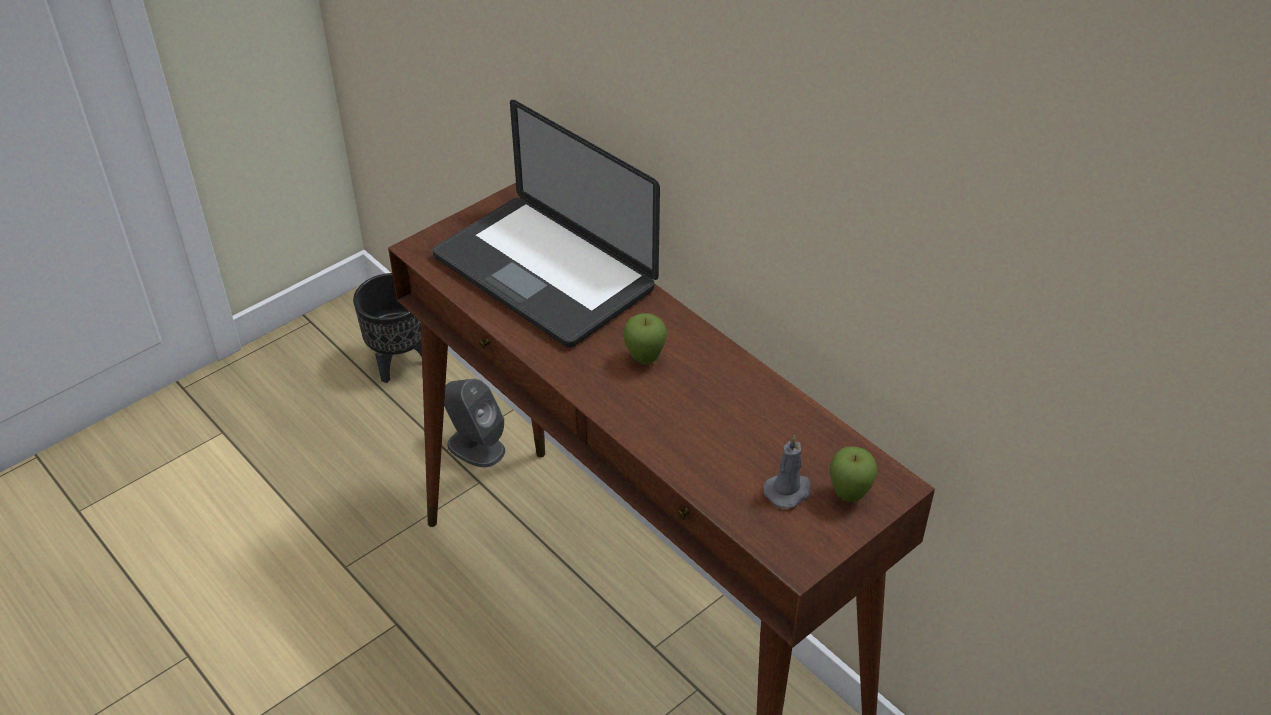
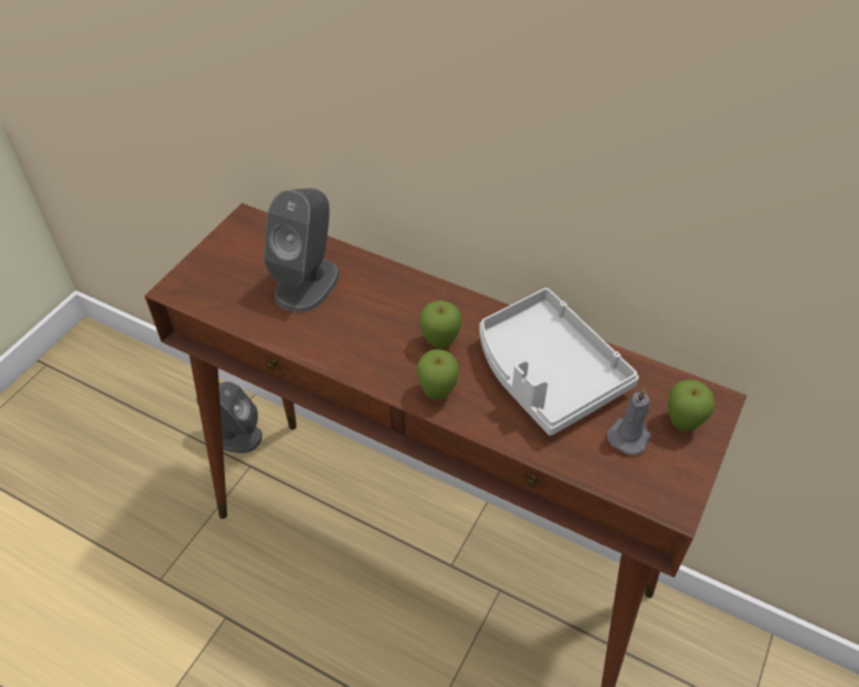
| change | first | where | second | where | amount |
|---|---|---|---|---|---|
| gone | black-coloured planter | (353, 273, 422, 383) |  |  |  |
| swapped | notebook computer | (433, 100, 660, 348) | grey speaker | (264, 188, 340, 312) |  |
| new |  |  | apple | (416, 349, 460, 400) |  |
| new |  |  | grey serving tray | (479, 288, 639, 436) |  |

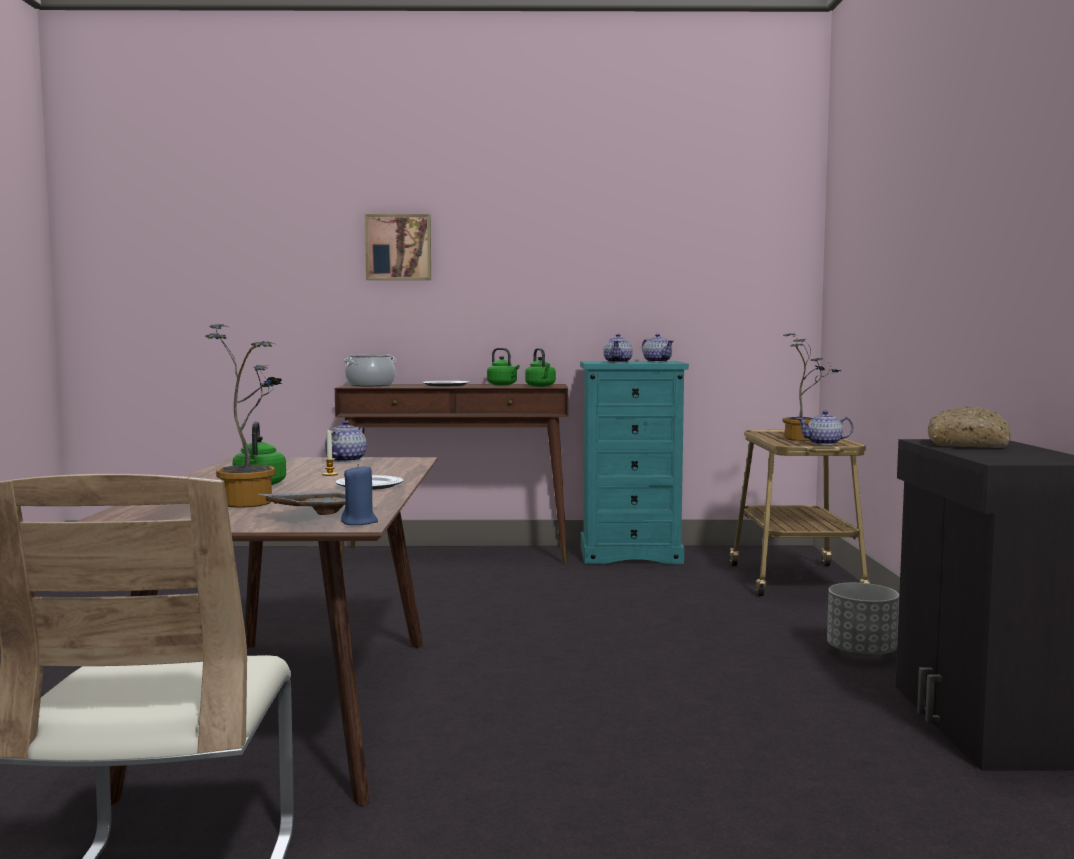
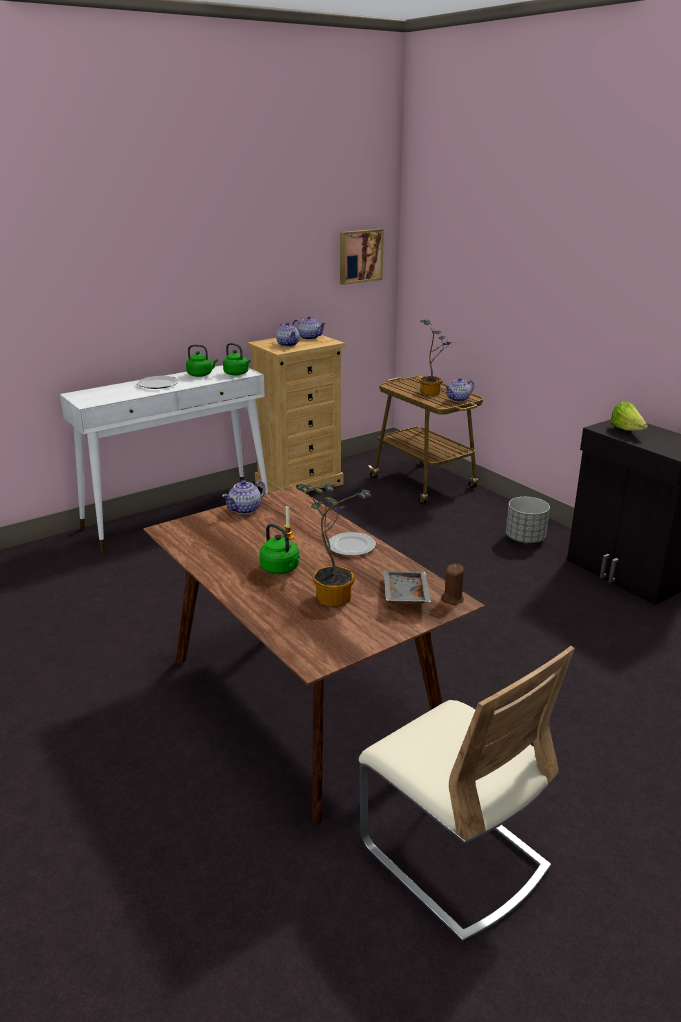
| change | first | where | second | where | amount |
|---|---|---|---|---|---|
| rotated | pot for tea | (325, 420, 367, 462) |  | (222, 480, 266, 515) | 120 degrees counterclockwise |
| repainted | brownish hall table | (335, 384, 568, 564) | whitish hall table | (60, 365, 268, 553) |  |
| repainted | blue wax candle | (341, 464, 378, 525) | brownish wax candle | (441, 564, 464, 605) |  |
| gone | stockpot | (344, 354, 396, 386) |  |  |  |
| shifted | wall picture | (365, 214, 431, 280) |  | (340, 229, 384, 285) |  |
| repainted | turquoise-coloured drawer chest | (580, 361, 689, 564) | beige drawer chest | (247, 335, 345, 493) |  |
| swapped | baked bread | (928, 407, 1011, 448) | lettuce | (610, 401, 648, 431) |  |

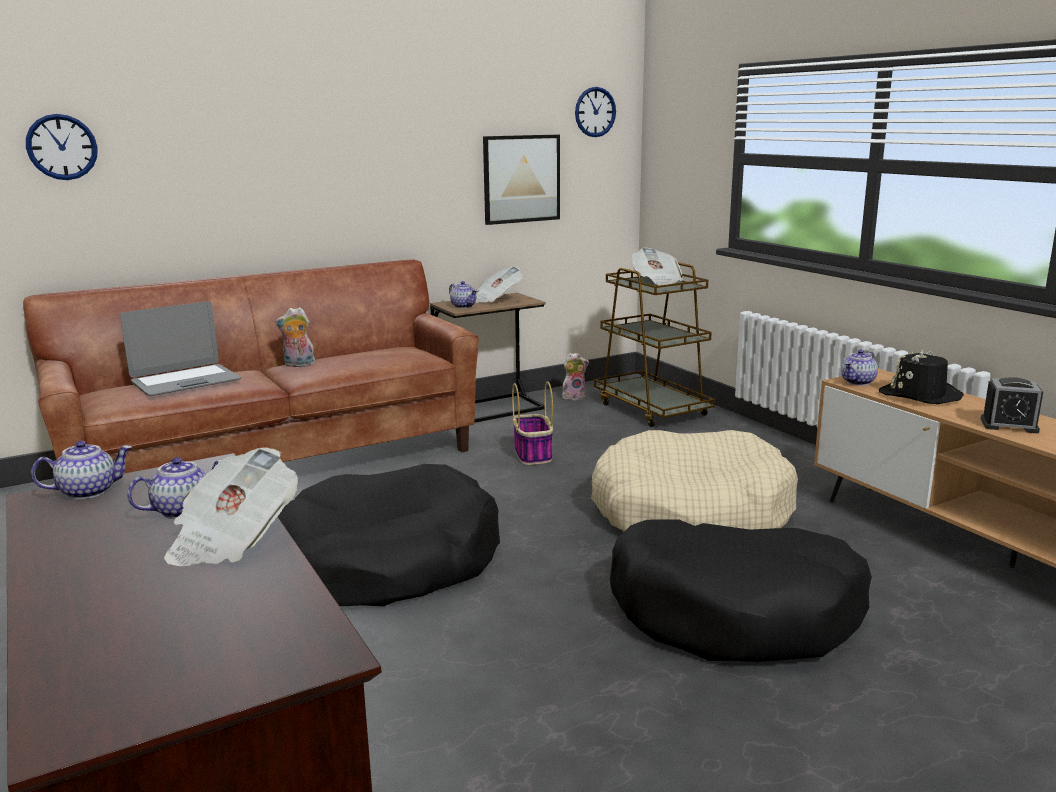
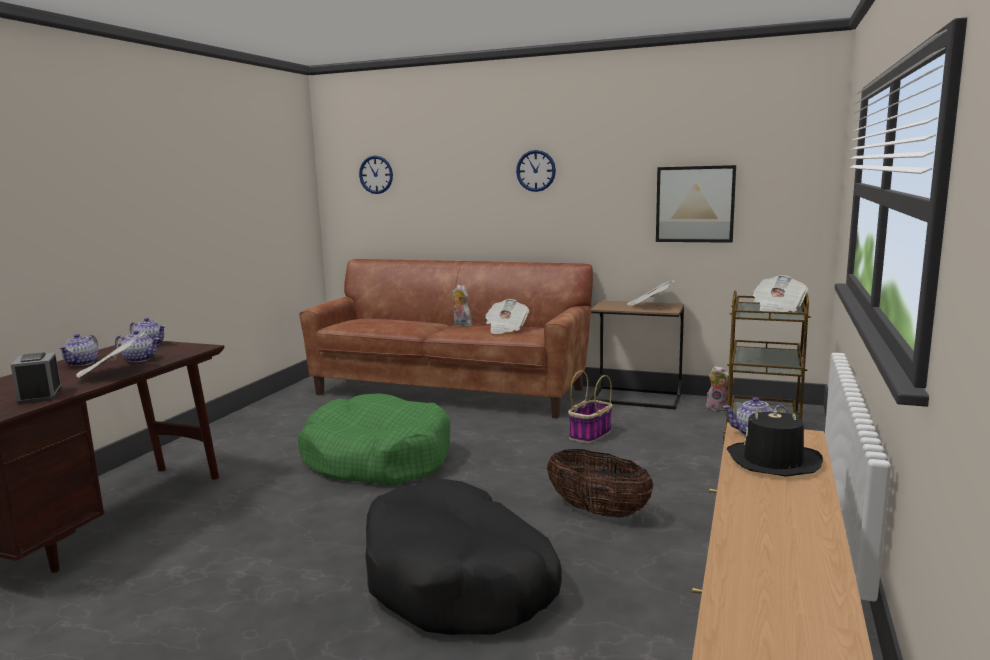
| change | first | where | second | where | amount |
|---|---|---|---|---|---|
| gone | notebook computer | (120, 301, 241, 396) |  |  |  |
| repainted | black-coloured dog bed | (278, 464, 500, 606) | greenish dog bed | (298, 393, 450, 485) |  |
| shifted | pot for tea | (449, 281, 477, 308) |  | (59, 334, 98, 366) |  |
| shifted | wall clock | (575, 87, 616, 137) |  | (516, 150, 556, 192) |  |
| swapped | beige dog bed | (591, 430, 798, 531) | storage basket | (546, 449, 653, 517) |  |
| shifted | bedside clock | (981, 377, 1043, 433) |  | (11, 352, 62, 405) |  |
| new |  |  | printed paper | (485, 299, 529, 334) |  |

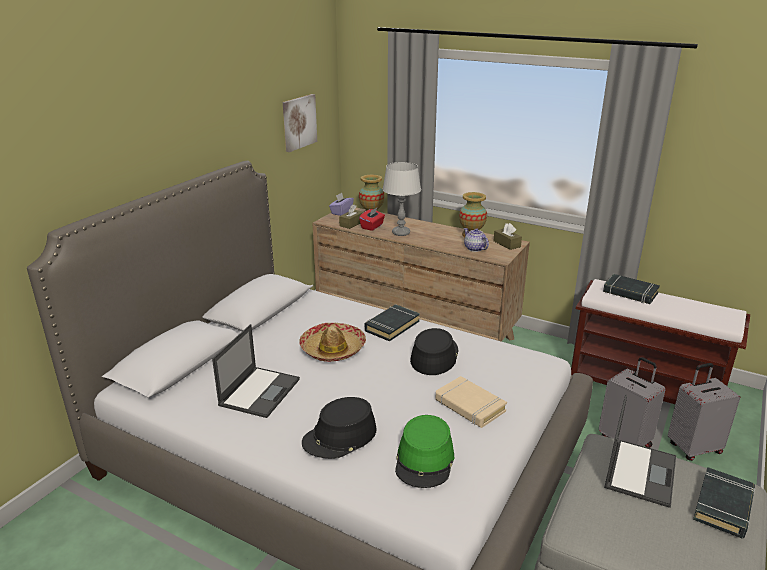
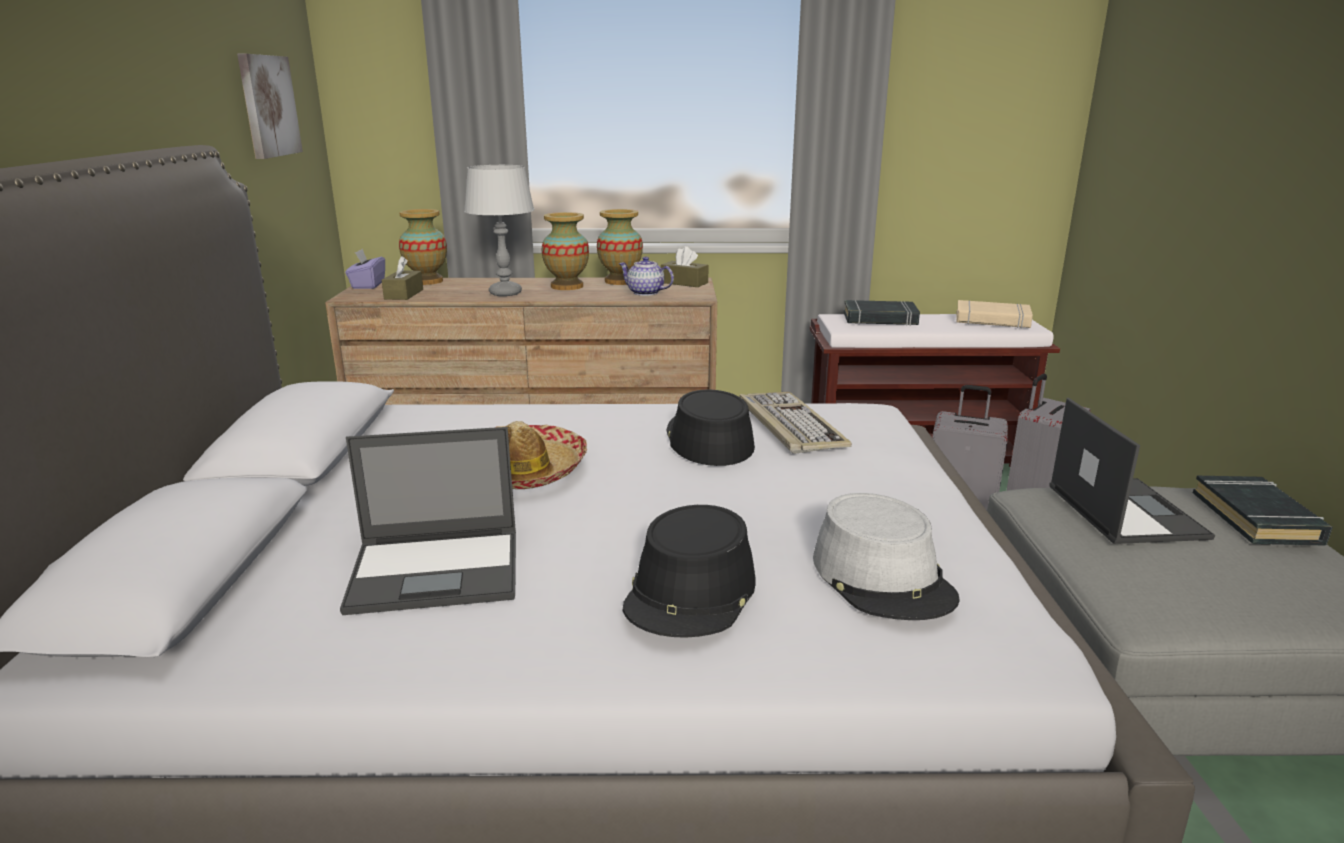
| change | first | where | second | where | amount |
|---|---|---|---|---|---|
| rotated | notebook computer | (212, 324, 300, 418) |  | (340, 427, 516, 615) | 90 degrees clockwise |
| gone | reddish tissue box | (359, 207, 385, 231) |  |  |  |
| gone | black-coloured bound book | (365, 304, 420, 342) |  |  |  |
| repainted | greenish hat | (395, 415, 454, 488) | grey hat | (813, 493, 960, 620) |  |
| shifted | beige bound book | (435, 376, 507, 428) |  | (956, 300, 1033, 328) |  |
| new |  |  | decorative vase | (542, 212, 589, 290) |  |
| new |  |  | PC keyboard | (739, 392, 852, 454) |  |

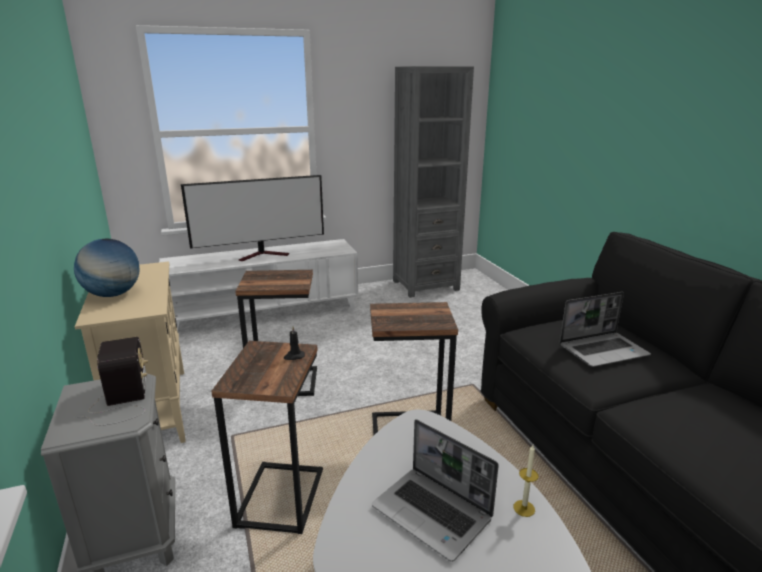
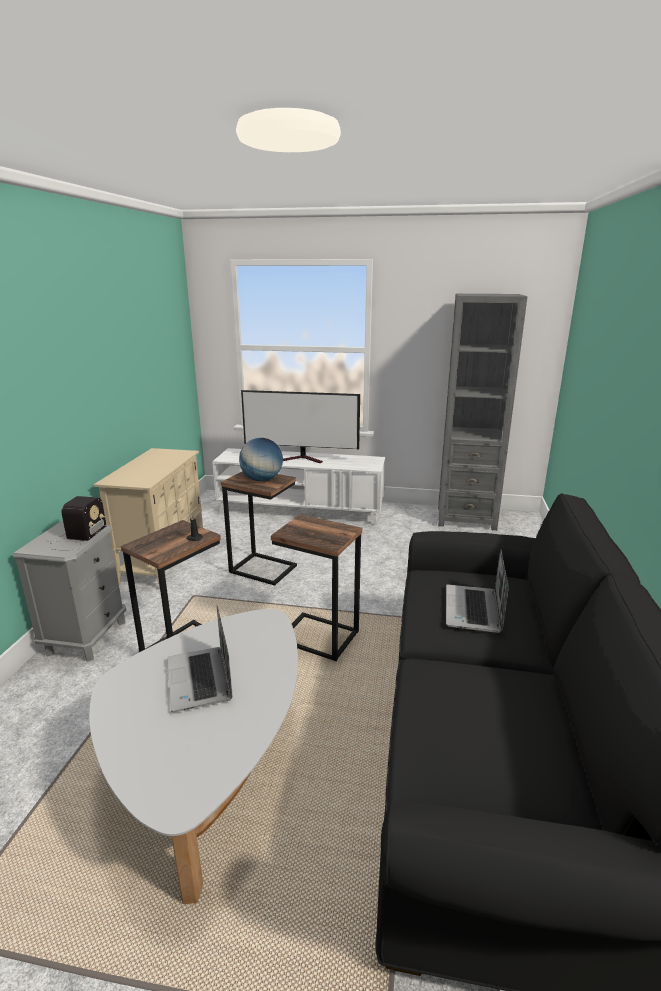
| change | first | where | second | where | amount |
|---|---|---|---|---|---|
| shifted | desk globe | (74, 238, 140, 297) |  | (239, 438, 283, 481) |  |
| gone | wax candle | (513, 445, 538, 517) |  |  |  |
| rotated | notebook computer | (560, 292, 651, 367) |  | (446, 549, 509, 633) | 90 degrees clockwise |

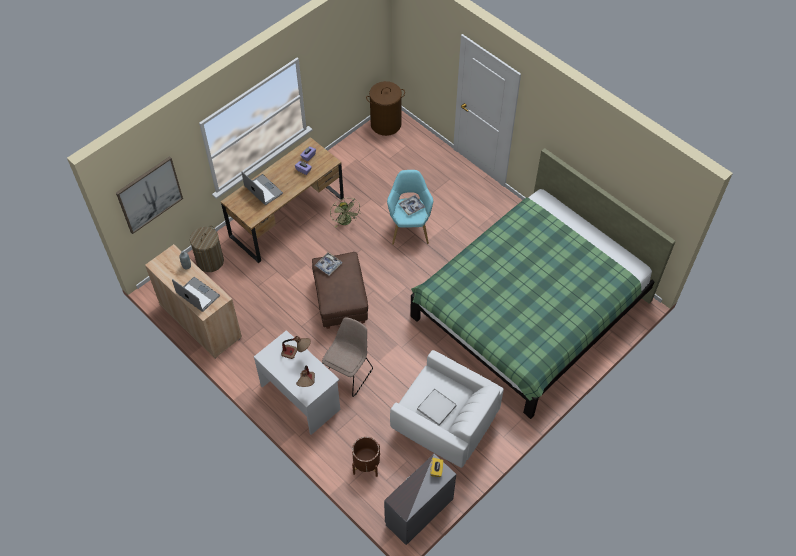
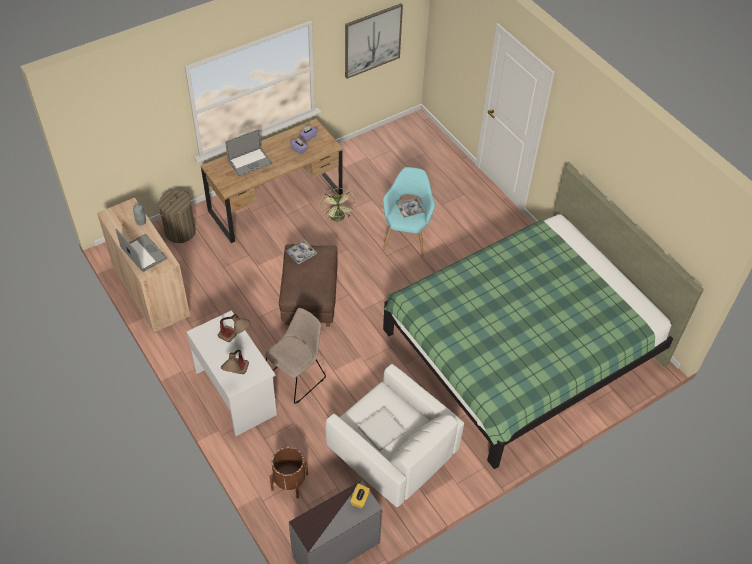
| change | first | where | second | where | amount |
|---|---|---|---|---|---|
| shifted | wall picture | (116, 156, 183, 234) |  | (345, 3, 403, 79) |  |
| rotated | notebook computer | (242, 172, 283, 205) |  | (225, 129, 272, 177) | 90 degrees clockwise |
| gone | brownish hamper | (366, 81, 405, 136) |  |  |  |

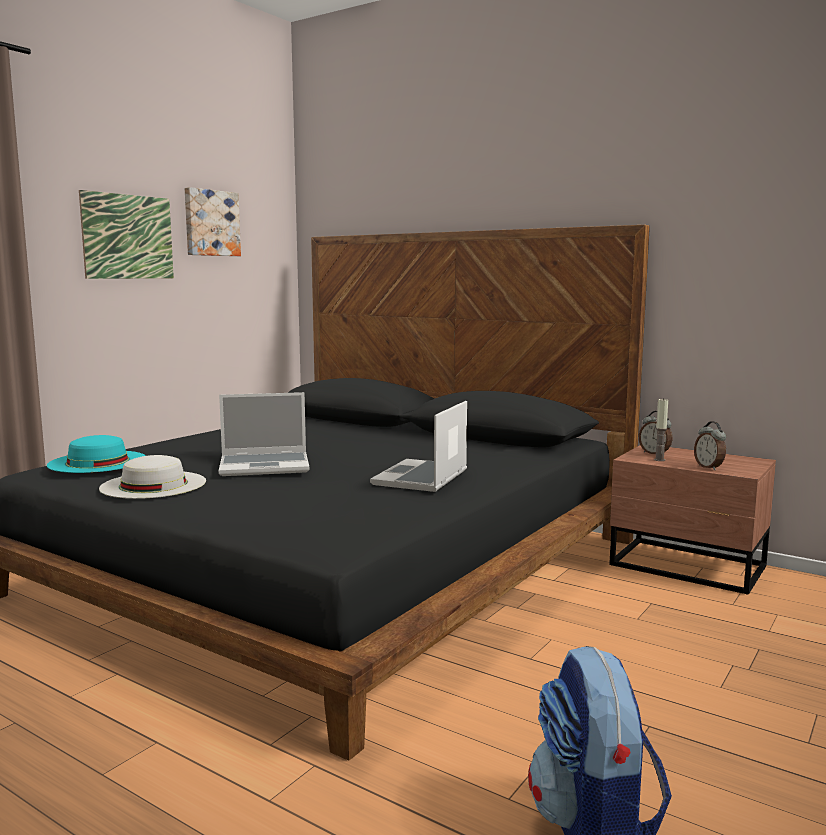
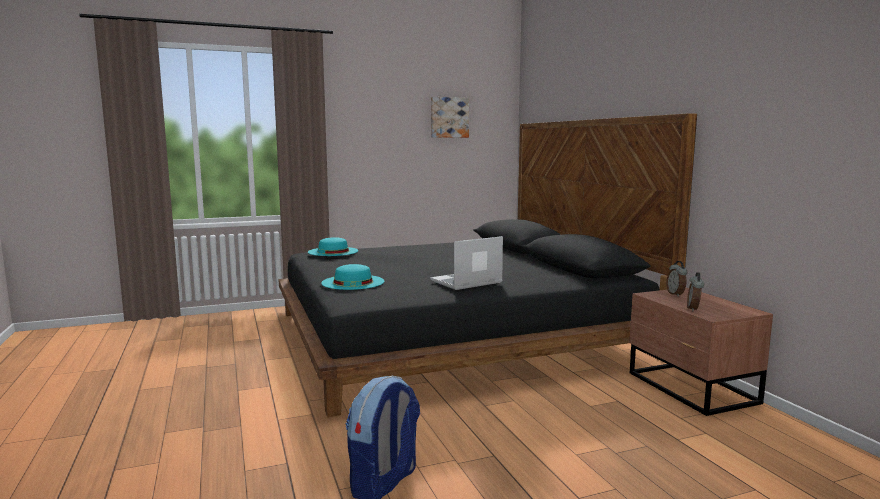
| change | first | where | second | where | amount |
|---|---|---|---|---|---|
| gone | wall picture | (79, 190, 174, 279) |  |  |  |
| gone | whitish hat | (99, 455, 206, 499) |  |  |  |
| gone | notebook computer | (219, 392, 309, 476) |  |  |  |
| gone | wax candle | (654, 398, 668, 461) |  |  |  |
| new |  |  | turquoise-coloured hat | (321, 264, 385, 290) |  |

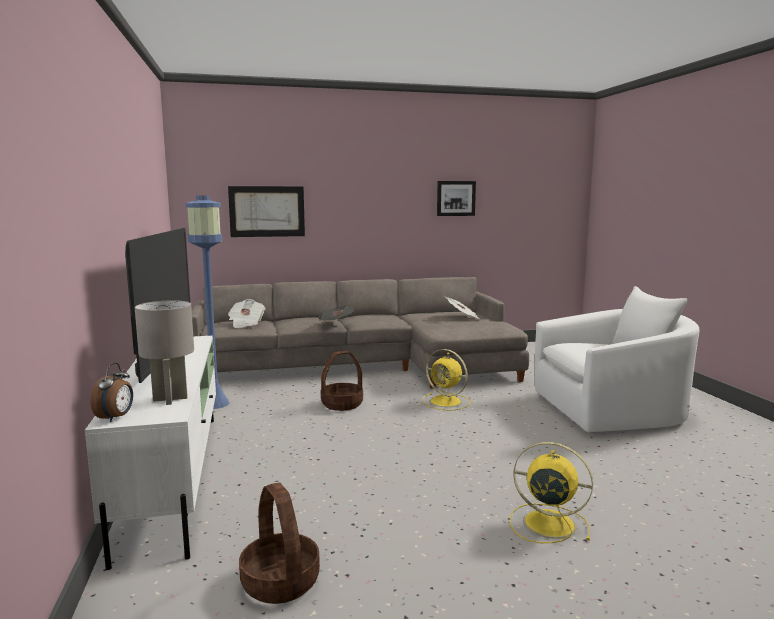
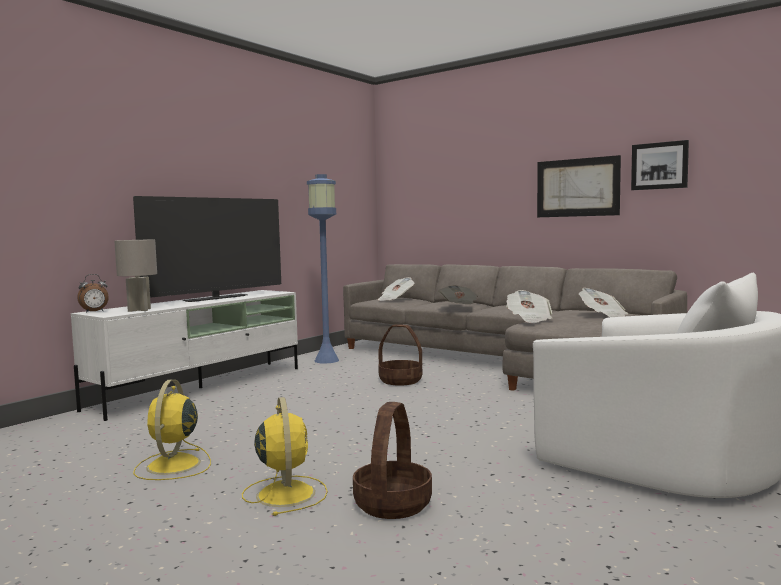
| change | first | where | second | where | amount |
|---|---|---|---|---|---|
| shifted | wall picture | (228, 186, 305, 237) |  | (537, 155, 621, 217) |  |
| shifted | storage basket | (239, 482, 320, 604) |  | (353, 402, 432, 519) |  |
| shifted | yellow fan | (422, 349, 471, 410) |  | (133, 379, 211, 480) |  |
| new |  |  | printed paper | (506, 290, 552, 323) |  |

